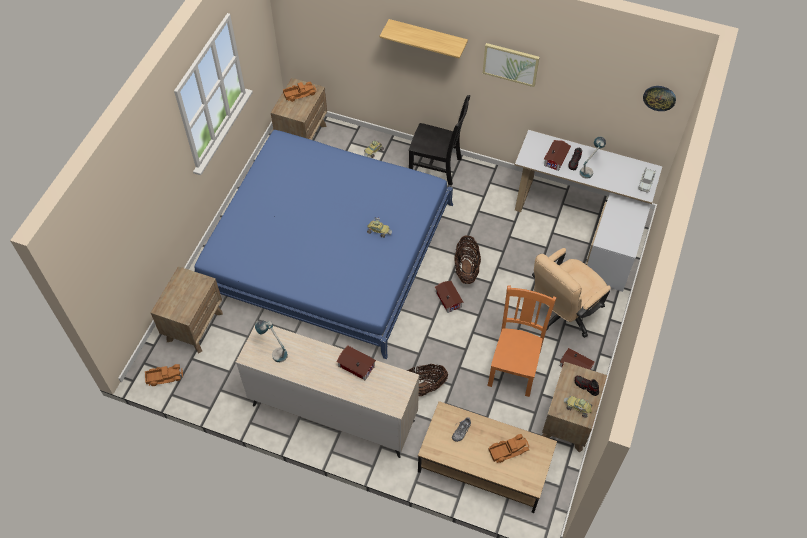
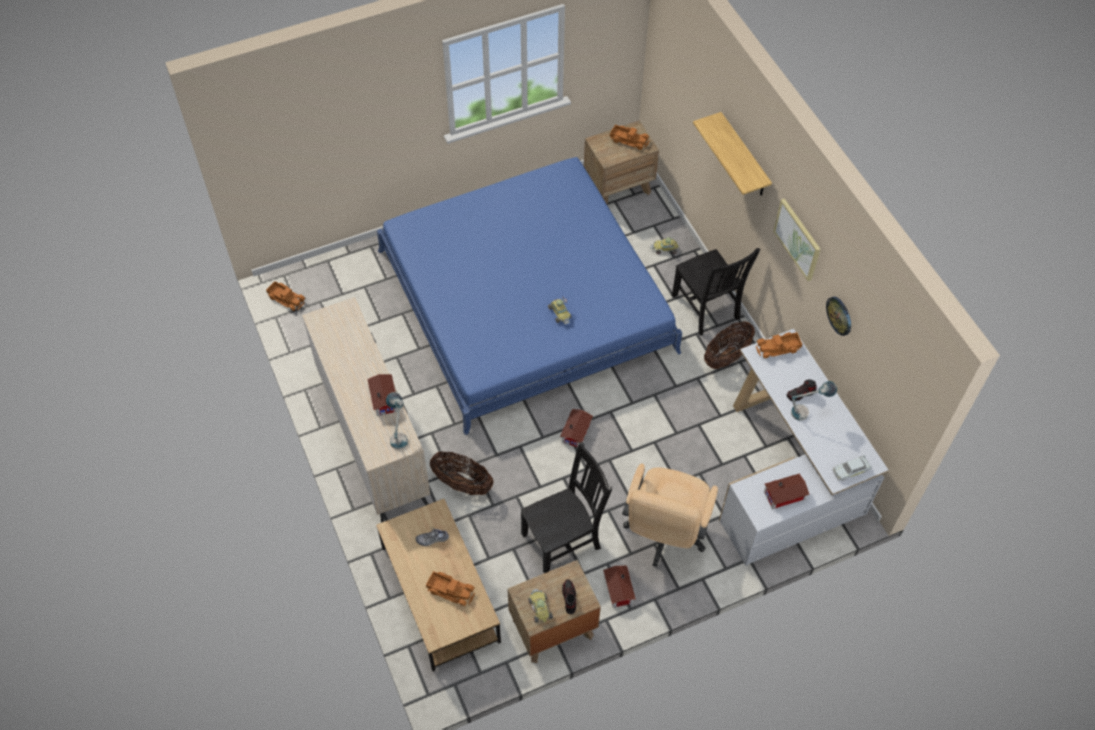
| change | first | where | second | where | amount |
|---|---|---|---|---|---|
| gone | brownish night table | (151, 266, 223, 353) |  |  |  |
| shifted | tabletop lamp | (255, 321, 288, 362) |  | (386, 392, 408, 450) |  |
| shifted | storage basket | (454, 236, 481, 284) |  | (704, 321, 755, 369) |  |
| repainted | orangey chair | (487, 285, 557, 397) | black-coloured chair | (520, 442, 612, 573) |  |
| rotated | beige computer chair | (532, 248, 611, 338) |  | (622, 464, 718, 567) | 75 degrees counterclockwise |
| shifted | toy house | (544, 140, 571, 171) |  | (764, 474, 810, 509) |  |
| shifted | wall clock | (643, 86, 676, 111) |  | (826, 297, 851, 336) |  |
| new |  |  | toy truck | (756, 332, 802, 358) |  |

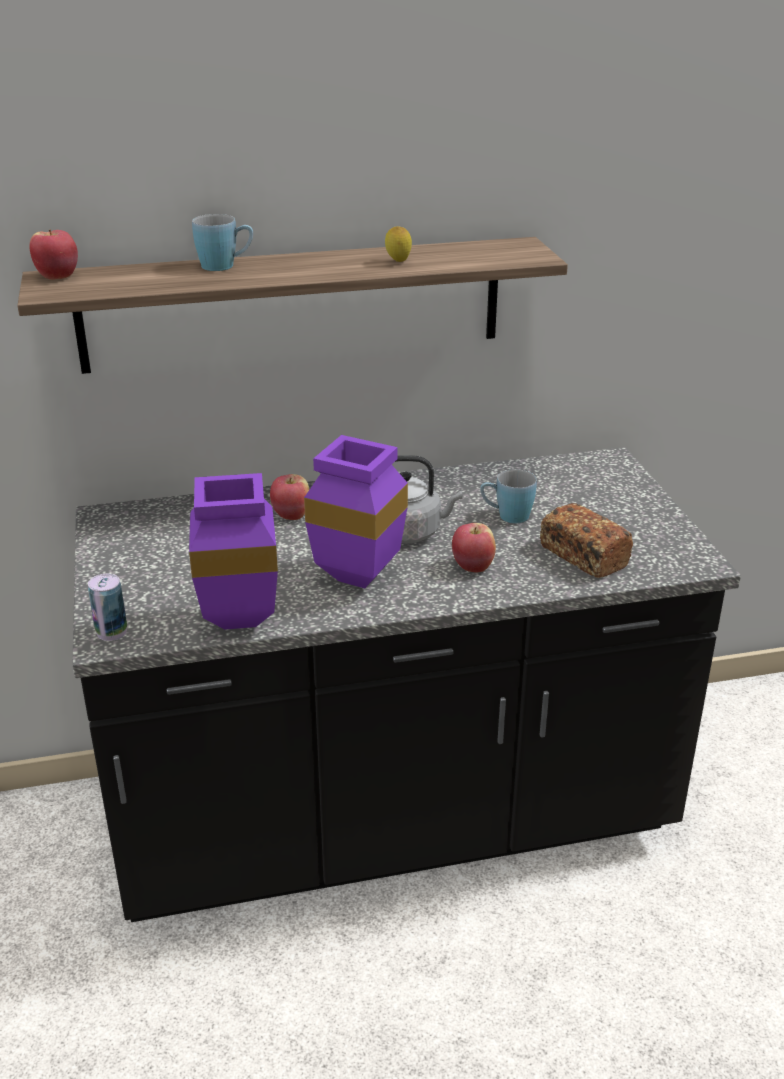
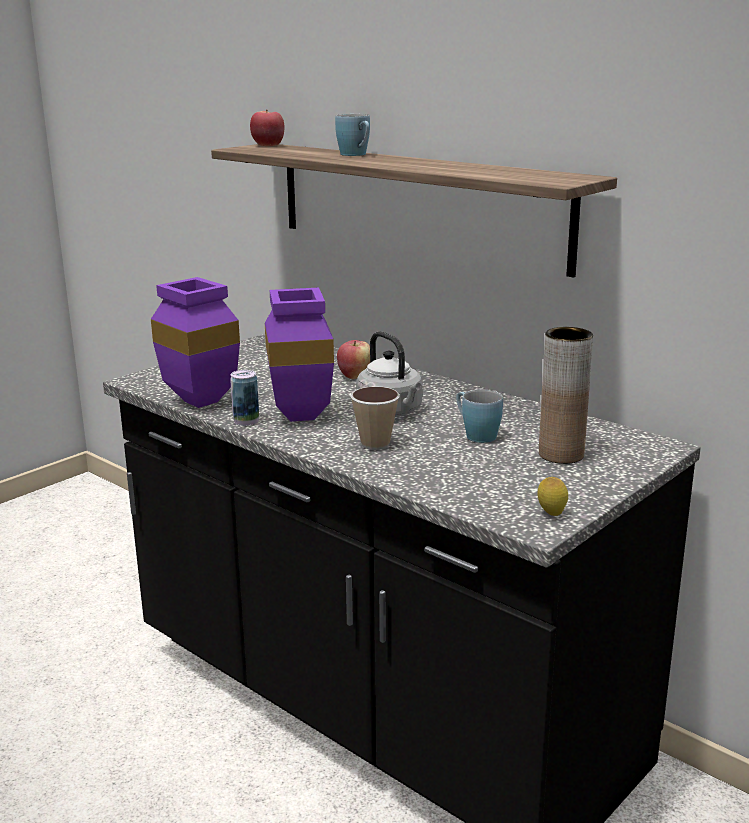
| change | first | where | second | where | amount |
|---|---|---|---|---|---|
| shifted | metal can | (88, 574, 127, 641) |  | (230, 370, 259, 426) |  |
| shifted | lemon | (385, 226, 412, 262) |  | (537, 477, 568, 516) |  |
| swapped | apple | (452, 523, 496, 572) | drinking cup | (350, 387, 400, 450) |  |
| gone | baked bread | (540, 503, 633, 578) |  |  |  |
| new |  |  | brownish decorative vase | (539, 327, 593, 464) |  |

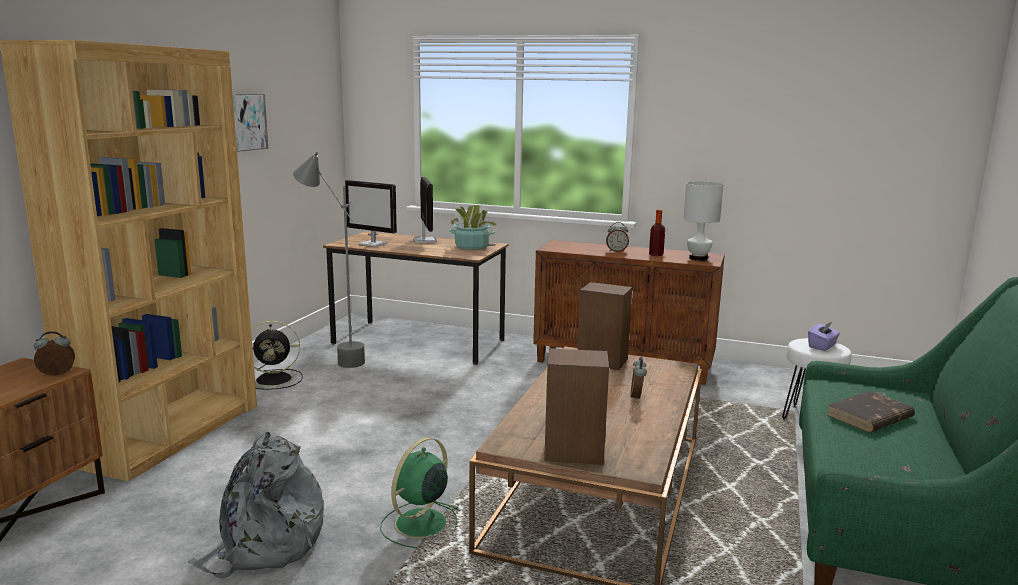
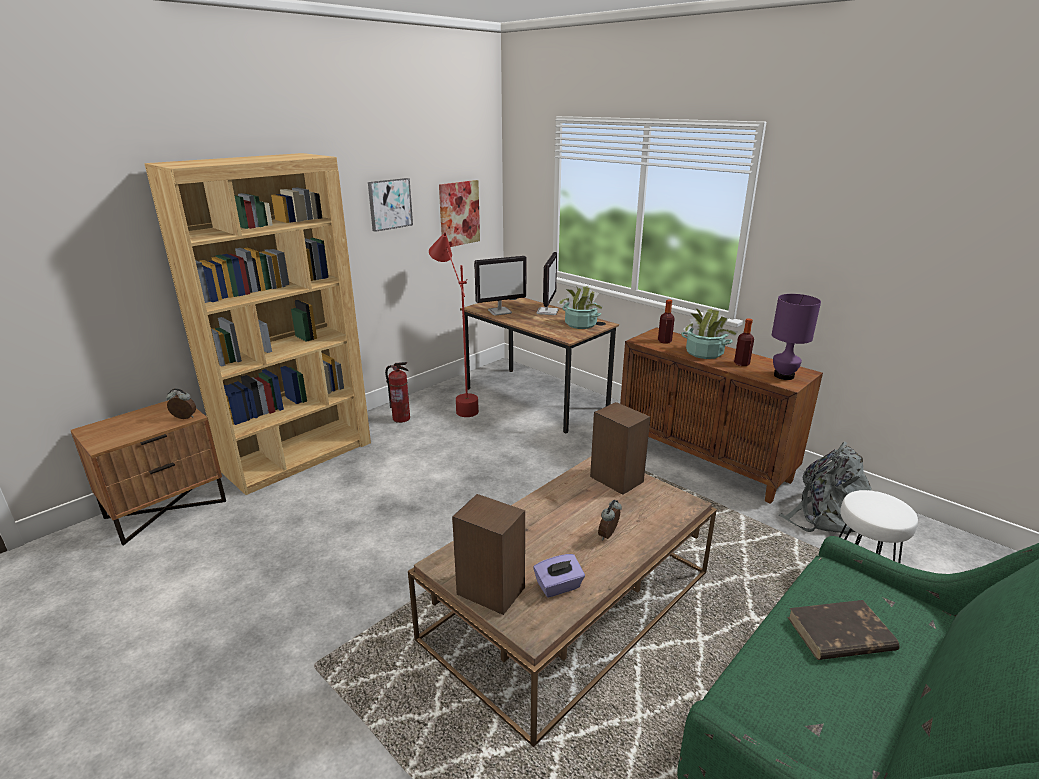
| change | first | where | second | where | amount |
|---|---|---|---|---|---|
| shifted | grey rucksack | (188, 429, 324, 579) |  | (779, 441, 872, 534) |  |
| swapped | black-coloured fan | (251, 321, 303, 390) | extinguisher | (385, 362, 410, 423) |  |
| repainted | grey standard lamp | (293, 152, 365, 368) | reddish standard lamp | (429, 232, 479, 417) |  |
| rotated | computer display | (345, 180, 397, 247) |  | (474, 256, 527, 316) | 75 degrees counterclockwise |
| gone | greenish fan | (380, 437, 459, 548) |  |  |  |
| swapped | bedside clock | (606, 222, 629, 252) | plant in a pot | (681, 308, 738, 359) |  |
| repainted | whitish tabletop lamp | (684, 181, 724, 261) | purple tabletop lamp | (772, 294, 821, 380) |  |
| shifted | purple tissue box | (808, 322, 840, 351) |  | (533, 554, 585, 597) |  |
| new |  |  | wall picture | (439, 180, 480, 247) |  |
| new |  |  | bottle | (658, 299, 675, 344) |  |

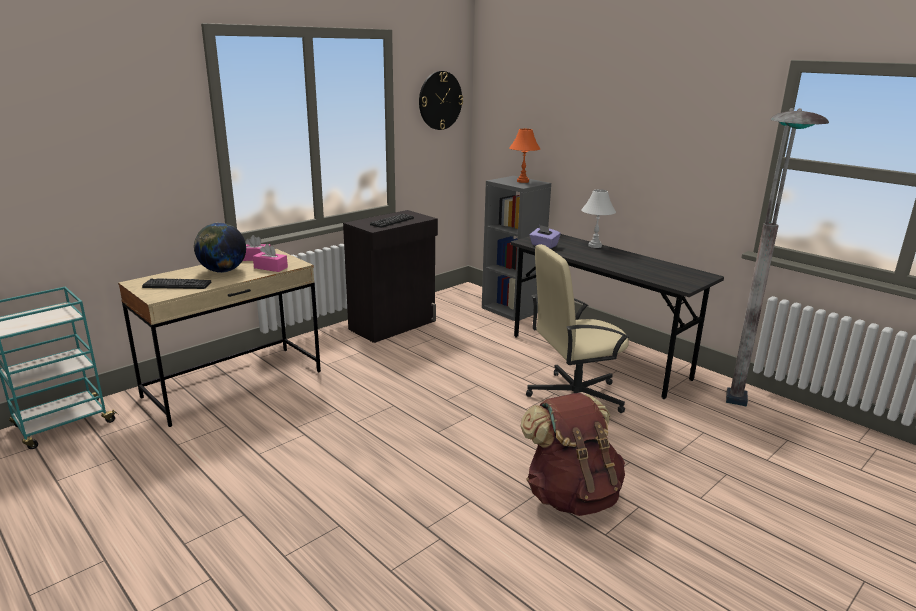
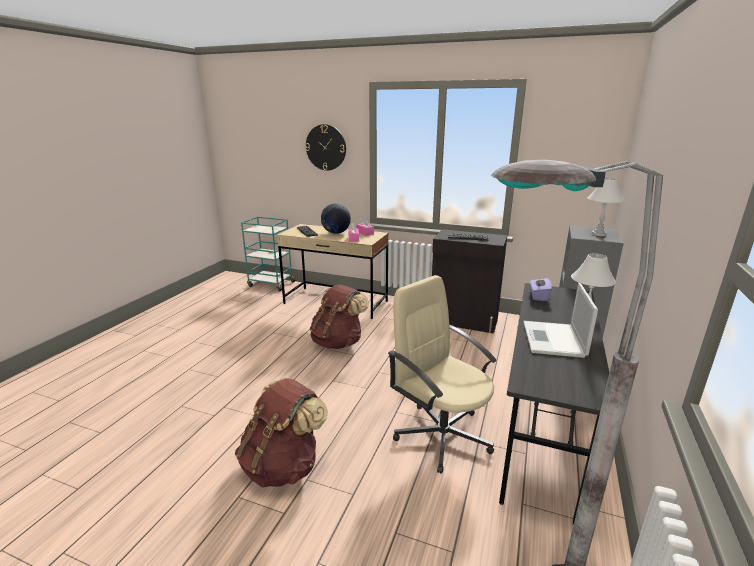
| change | first | where | second | where | amount |
|---|---|---|---|---|---|
| shifted | wall clock | (419, 71, 463, 130) |  | (305, 124, 346, 171) |  |
| repainted | orangey tabletop lamp | (509, 129, 540, 183) | whitish tabletop lamp | (587, 178, 625, 236) |  |
| new |  |  | brownish rucksack | (310, 284, 369, 349) |  |
| new |  |  | notebook computer | (523, 283, 598, 358) |  |

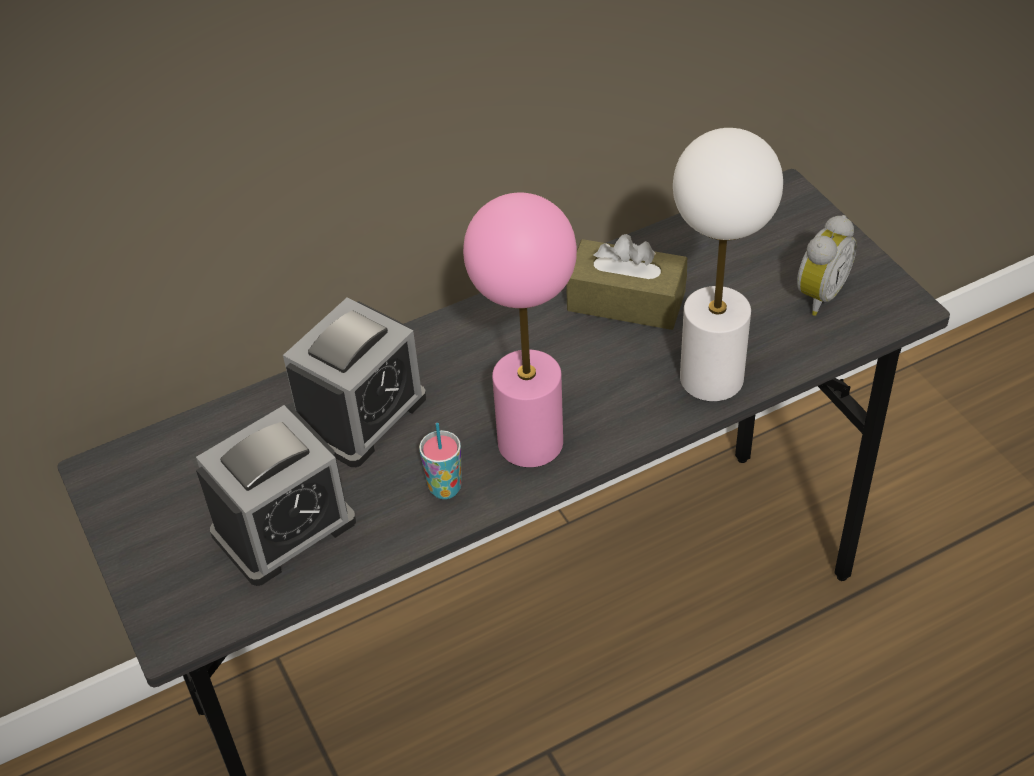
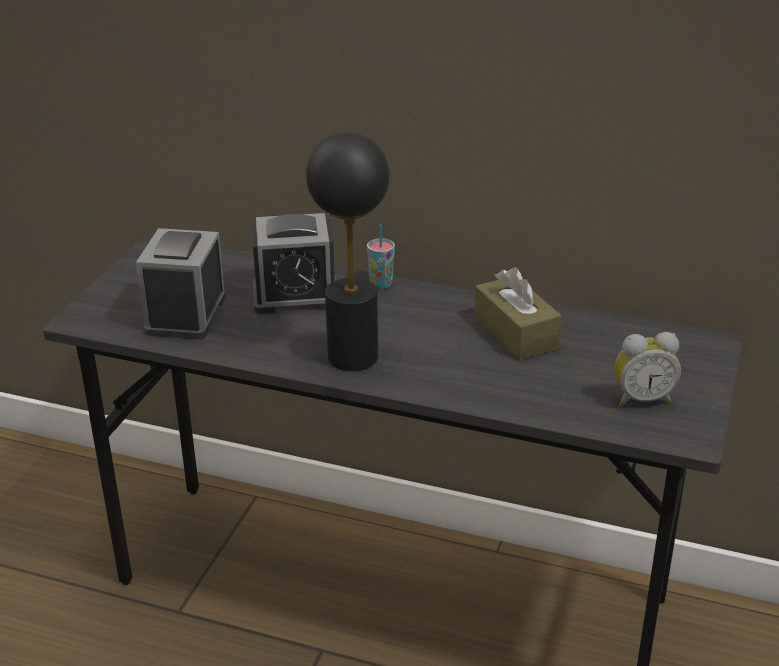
| change | first | where | second | where | amount |
|---|---|---|---|---|---|
| rotated | bedside clock | (196, 405, 356, 586) |  | (136, 228, 226, 340) | 90 degrees clockwise |
| shifted | drinking cup | (419, 423, 462, 499) |  | (367, 224, 395, 289) |  |
| repainted | pink-coloured tabletop lamp | (463, 193, 577, 468) | black-coloured tabletop lamp | (306, 132, 390, 371) |  |
| gone | whitish tabletop lamp | (673, 128, 783, 402) |  |  |  |

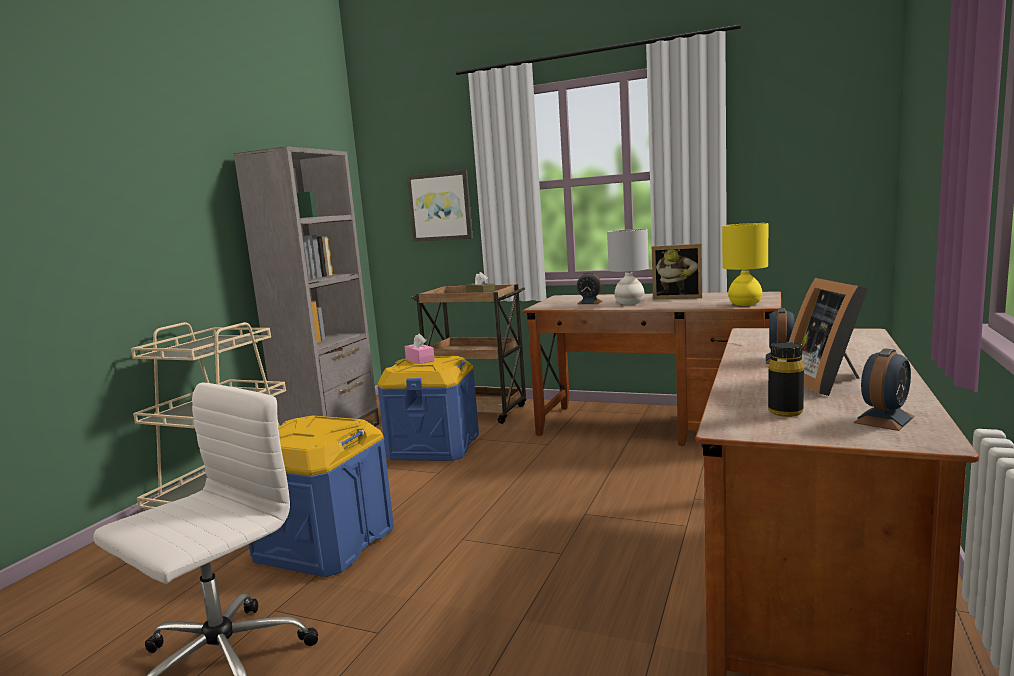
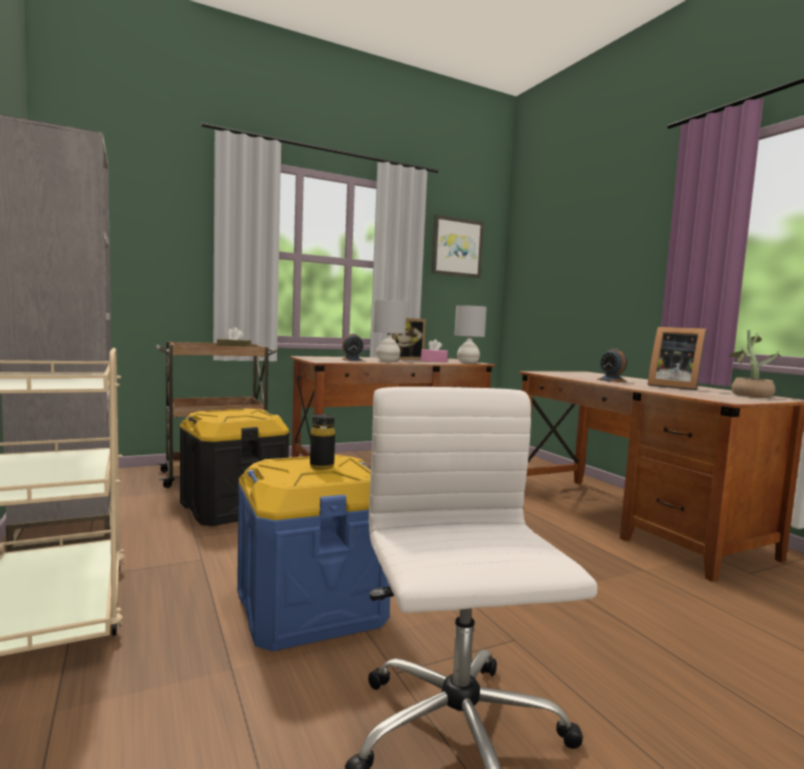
| change | first | where | second | where | amount |
|---|---|---|---|---|---|
| repainted | blue storage container | (377, 356, 479, 461) | black-coloured storage container | (180, 408, 290, 526) |  |
| shifted | pink-coloured tissue box | (404, 333, 435, 364) |  | (421, 339, 448, 362) |  |
| shifted | wall picture | (407, 170, 473, 242) |  | (432, 215, 484, 278) |  |
| repainted | yellow tabletop lamp | (722, 223, 768, 306) | grey tabletop lamp | (454, 305, 487, 363) |  |
| shifted | black-coloured bottle | (768, 342, 804, 417) |  | (310, 414, 335, 470) |  |
| swapped | bedside clock | (854, 348, 915, 431) | plant in a pot | (730, 330, 781, 398) |  |

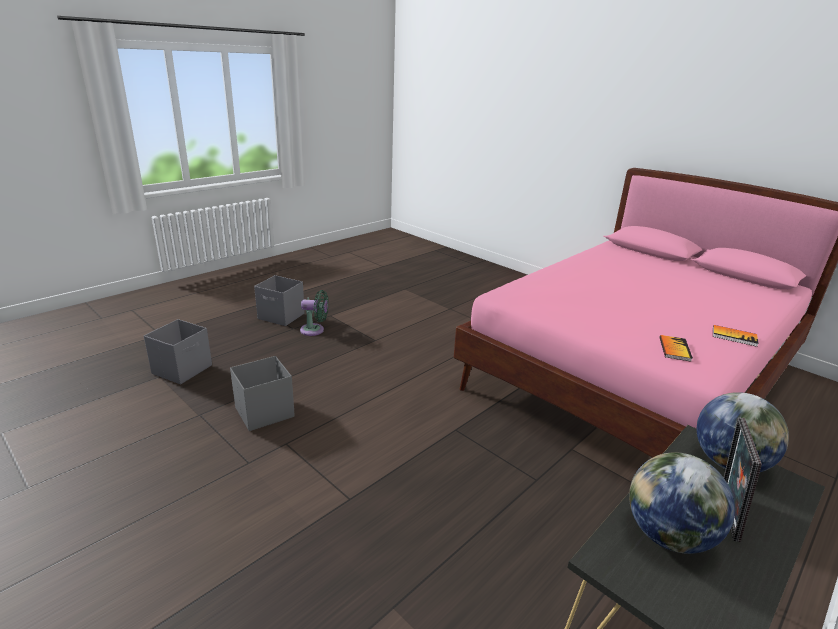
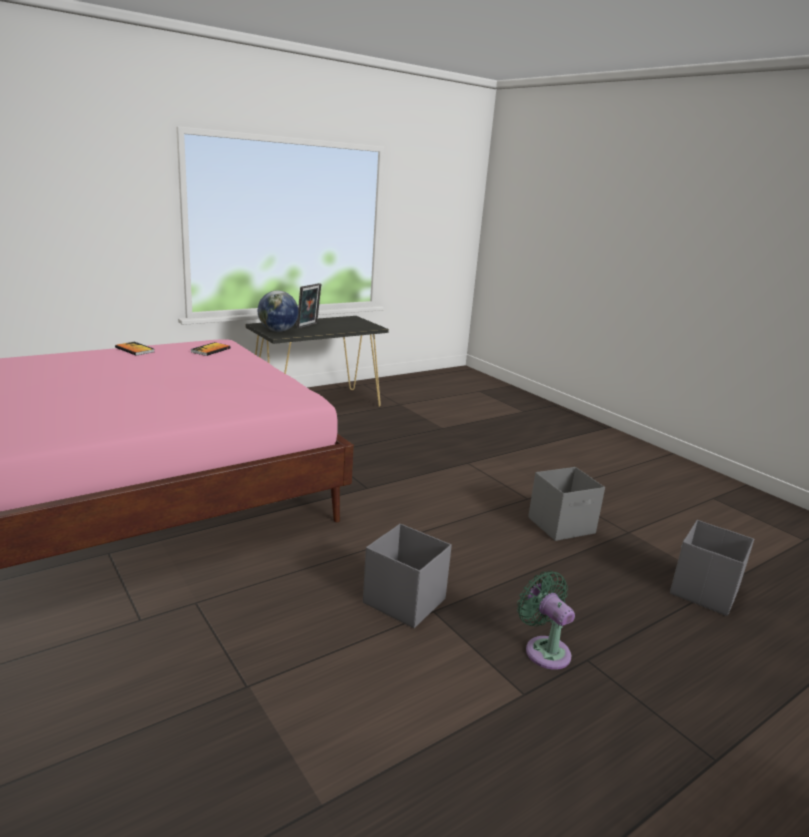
| change | first | where | second | where | amount |
|---|---|---|---|---|---|
| shifted | grey storage container | (254, 275, 305, 326) |  | (363, 523, 452, 628) |  |
| rotated | greenish fan | (300, 290, 328, 336) |  | (517, 571, 575, 670) | 45 degrees clockwise |
| gone | desk globe | (629, 452, 735, 554) |  |  |  |

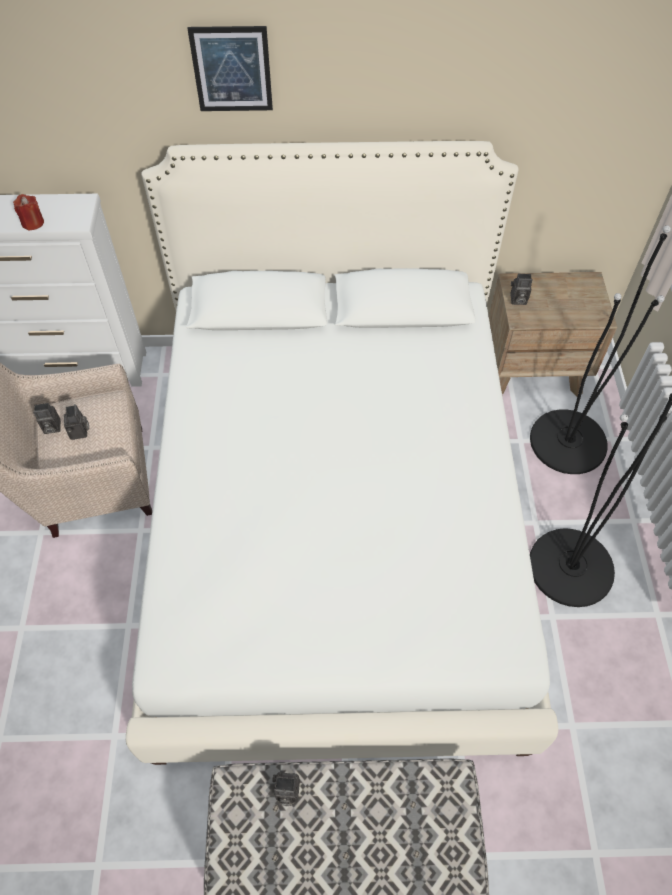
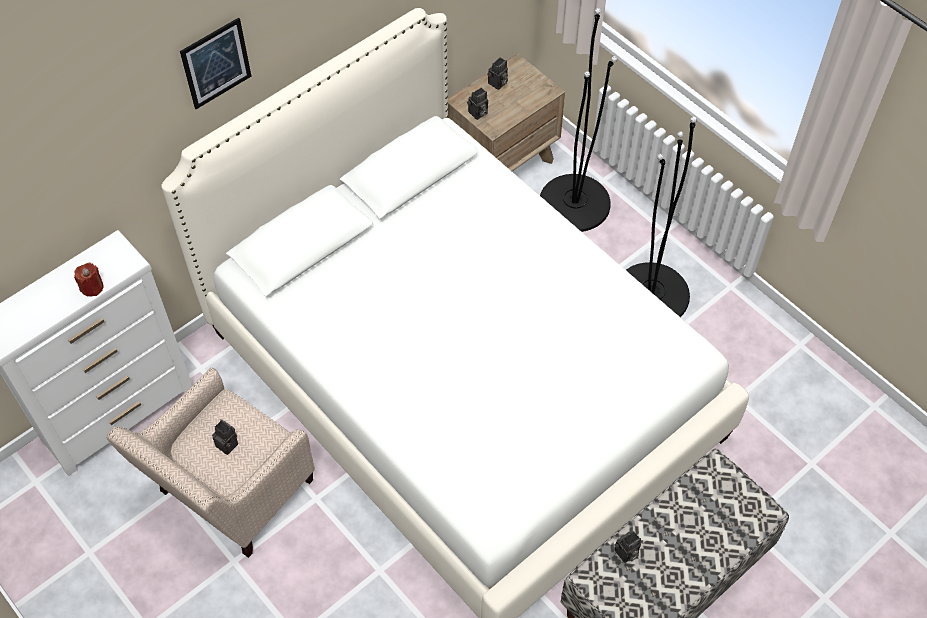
| change | first | where | second | where | amount |
|---|---|---|---|---|---|
| shifted | photo camera | (33, 403, 61, 434) |  | (487, 57, 508, 90) |  |

